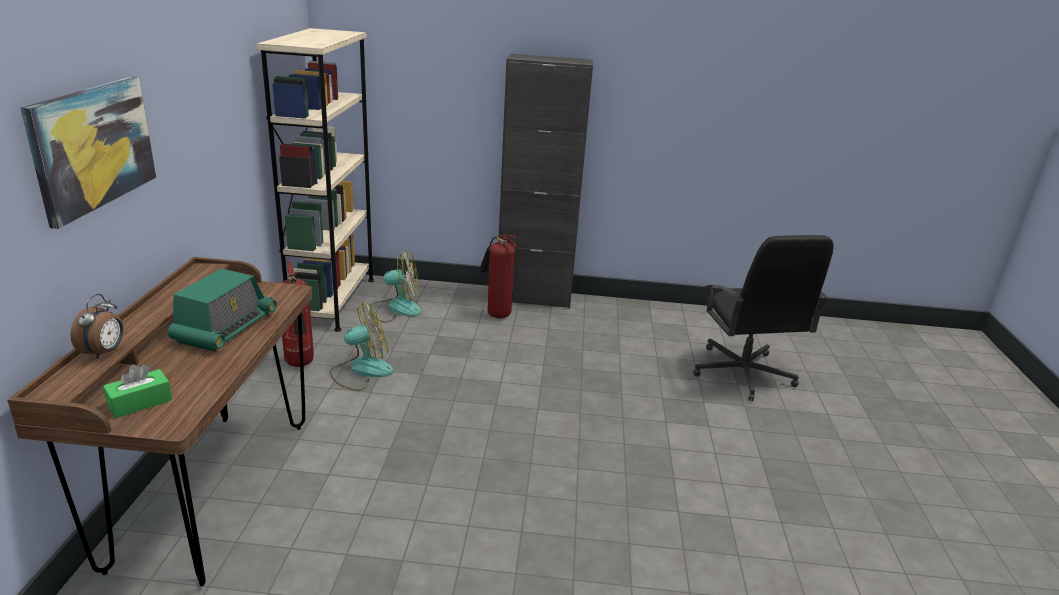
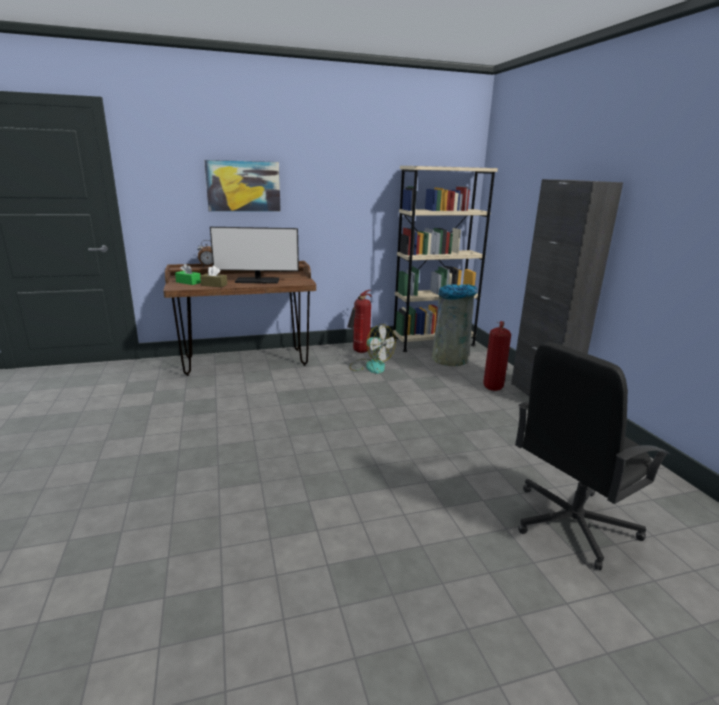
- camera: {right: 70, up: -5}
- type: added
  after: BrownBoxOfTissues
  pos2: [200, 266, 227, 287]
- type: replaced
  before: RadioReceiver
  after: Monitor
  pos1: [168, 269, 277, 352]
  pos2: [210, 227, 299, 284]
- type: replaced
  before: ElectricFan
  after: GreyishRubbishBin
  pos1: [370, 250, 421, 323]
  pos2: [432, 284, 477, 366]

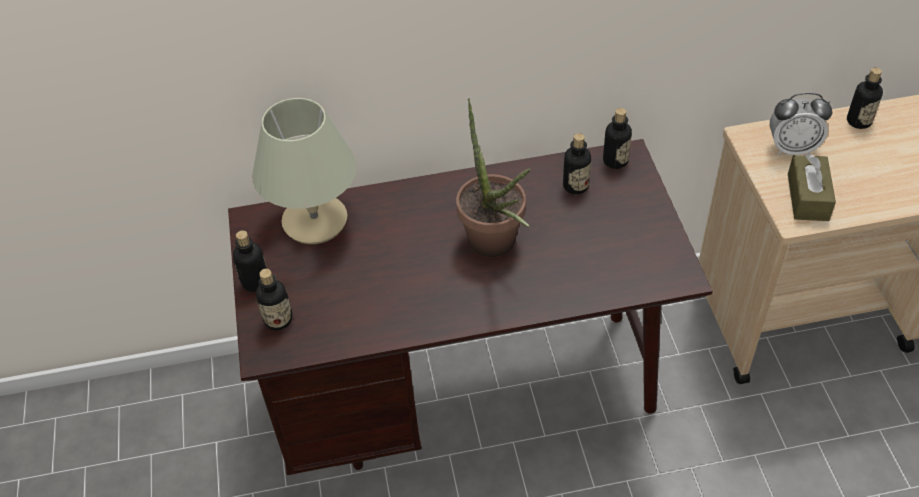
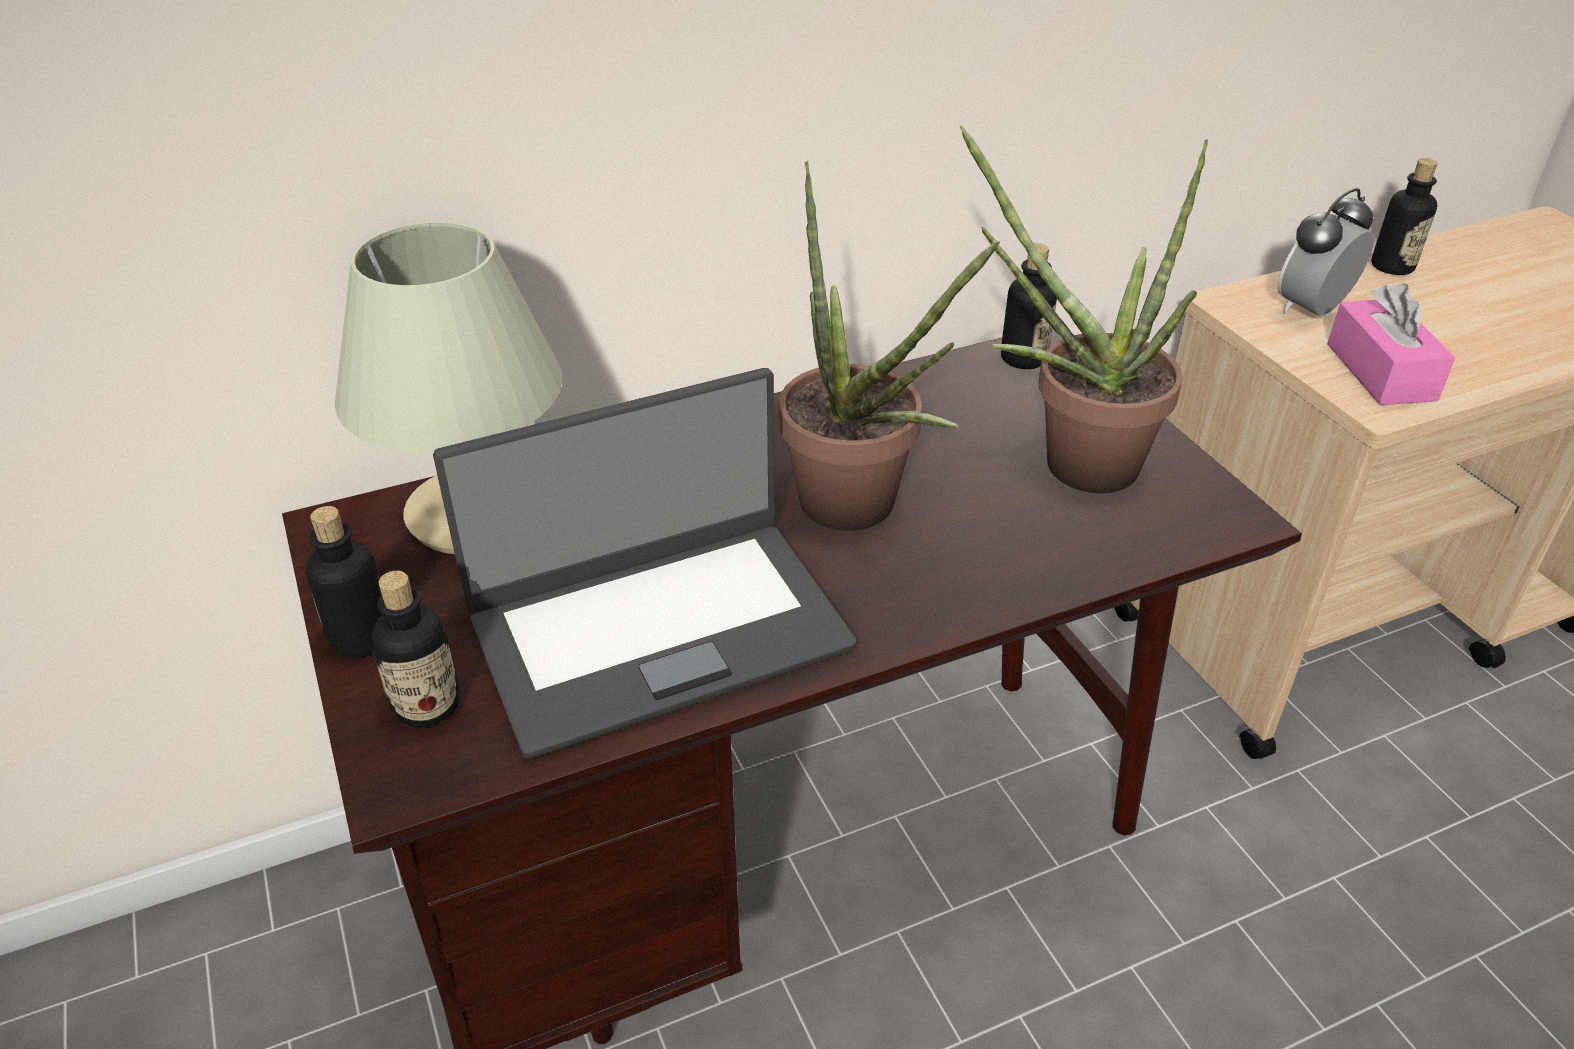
- camera: {right: -15, up: -10}
- type: added
  after: Laptop
  pos2: [433, 368, 856, 759]
- type: added
  after: PottedPlant
  pos2: [960, 125, 1208, 493]
- type: turned
  before: TableClock
  pos1: [770, 92, 832, 155]
  pos2: [1278, 188, 1374, 316]
  turn: 150
- type: recoloured
  before: BrownBoxOfTissues
  after: PinkBoxOfTissues
  pos1: [788, 154, 836, 221]
  pos2: [1327, 283, 1455, 405]
- type: removed
  before: Bottle
  pos1: [563, 133, 591, 194]

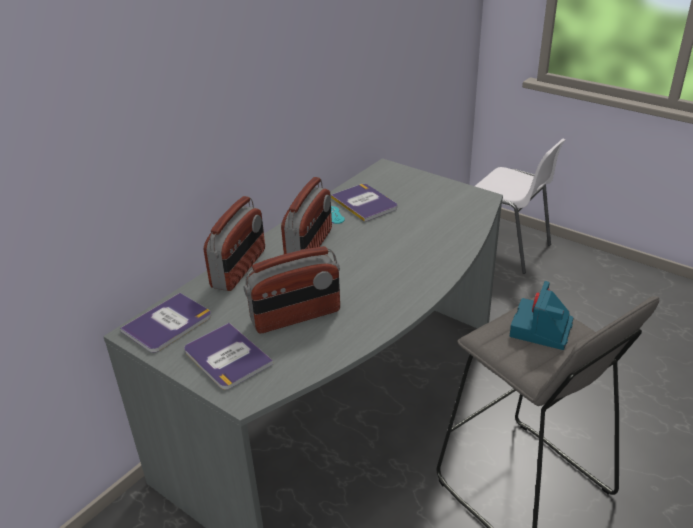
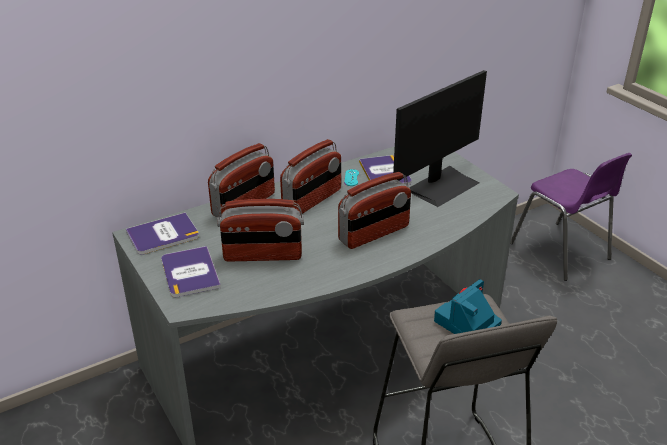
- camera: {right: 20, up: 0}
- type: added
  after: RadioReceiver
  pos2: [338, 172, 411, 249]
- type: added
  after: Monitor
  pos2: [393, 70, 487, 207]
- type: recoloured
  before: WhiteColouredPlainChair
  after: PurplishPlainChair
  pos1: [475, 139, 566, 274]
  pos2: [510, 153, 632, 281]

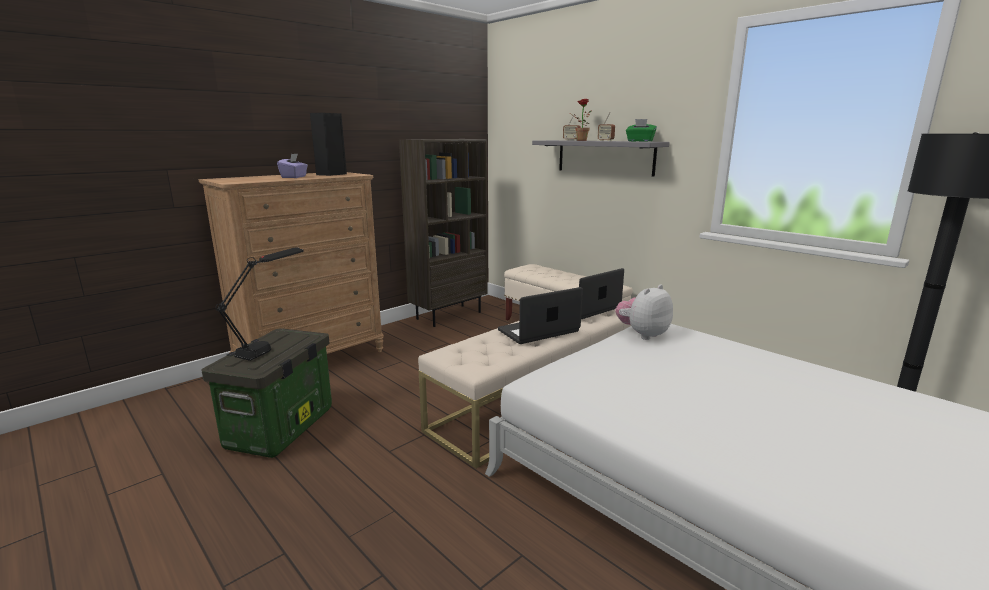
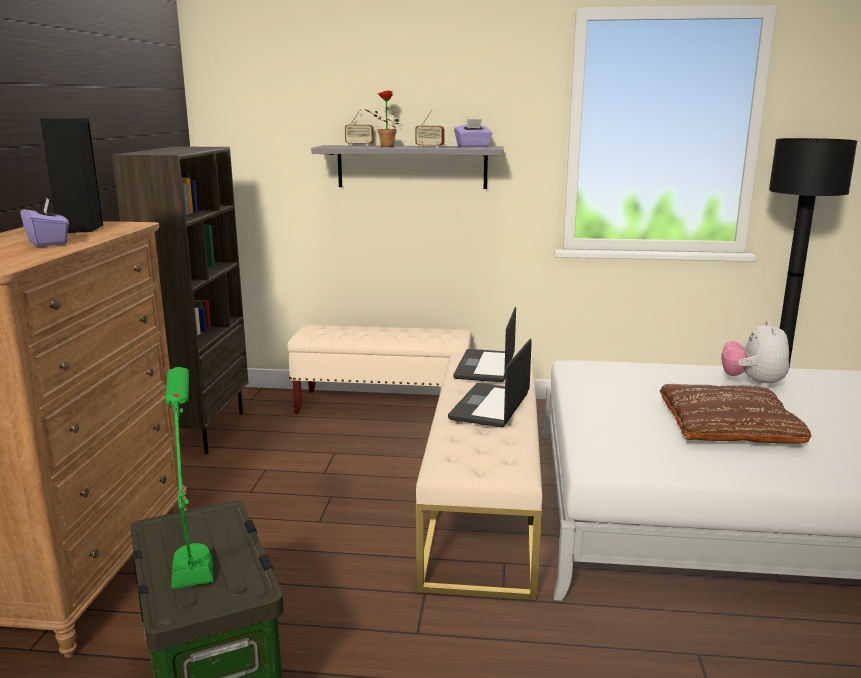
- camera: {right: -40, up: 0}
- type: recoloured
  before: BlackLampForATable
  after: GreenLampForATable
  pos1: [216, 247, 304, 361]
  pos2: [165, 367, 213, 589]
- type: recoloured
  before: GreenBoxOfTissues
  after: PurplishBoxOfTissues
  pos1: [626, 119, 657, 142]
  pos2: [454, 119, 492, 147]
- type: added
  after: BrownPillow
  pos2: [660, 384, 812, 444]
- type: moved
  before: CuddlyToy
  pos1: [616, 284, 673, 340]
  pos2: [721, 320, 789, 388]

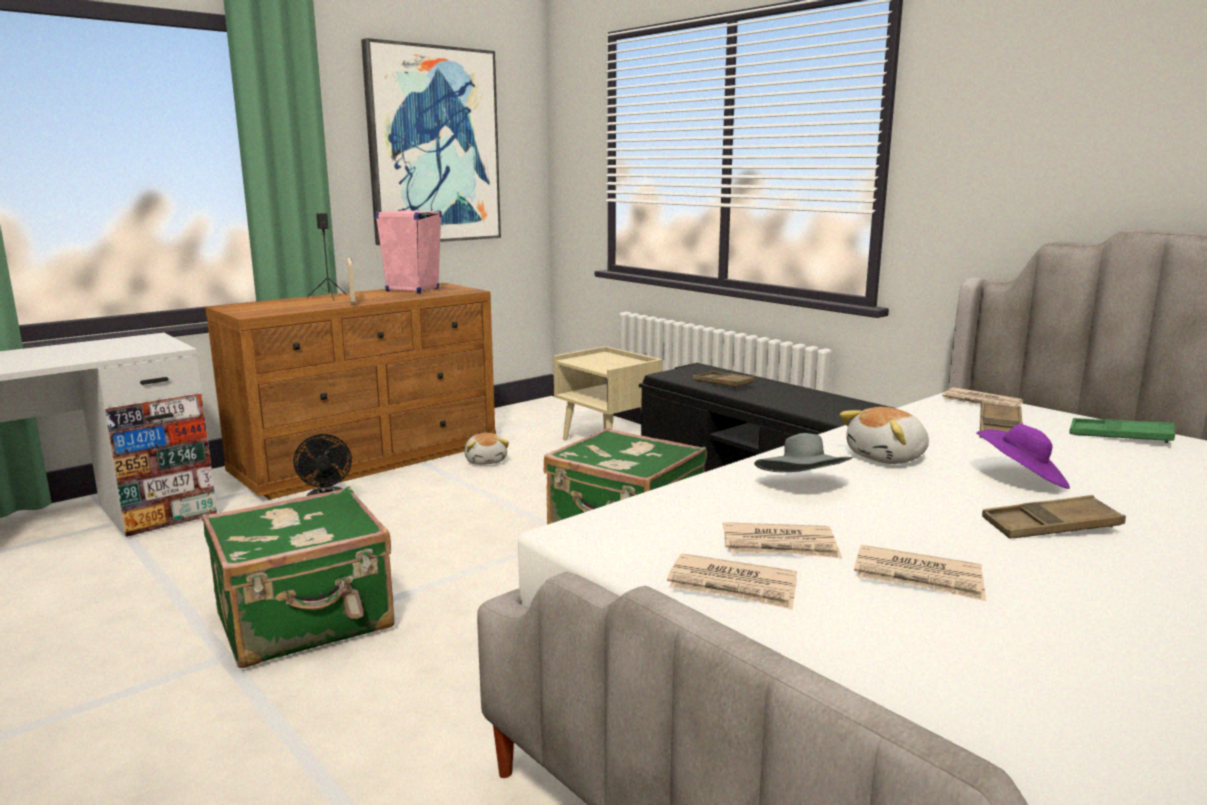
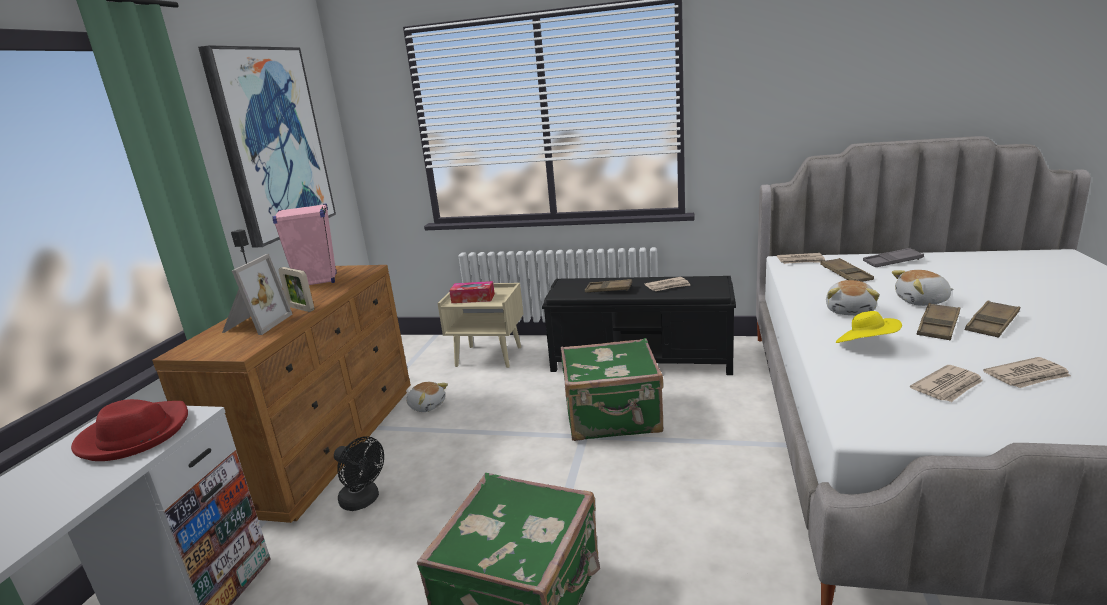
- camera: {right: -35, up: 5}
- type: added
  after: RedWearableHat
  pos2: [71, 399, 188, 461]
- type: added
  after: PhotoFrame
  pos2: [222, 254, 292, 335]
- type: added
  after: BoxOfTissues
  pos2: [449, 281, 495, 303]
- type: moved
  before: PrintedPaper
  pos1: [667, 553, 797, 610]
  pos2: [645, 277, 690, 291]
- type: recoloured
  before: GreyishWearableHat
  after: YellowishWearableHat
  pos1: [754, 433, 852, 472]
  pos2: [836, 311, 902, 343]
- type: recoloured
  before: GreenCarryingTray
  after: GreyishCarryingTray
  pos1: [1069, 418, 1175, 443]
  pos2: [863, 248, 924, 267]
- type: replaced
  before: PurplishWearableHat
  after: CuddlyToy
  pos1: [976, 424, 1070, 489]
  pos2: [892, 270, 953, 306]
- type: added
  after: BrownCarryingTray
  pos2: [916, 303, 960, 340]

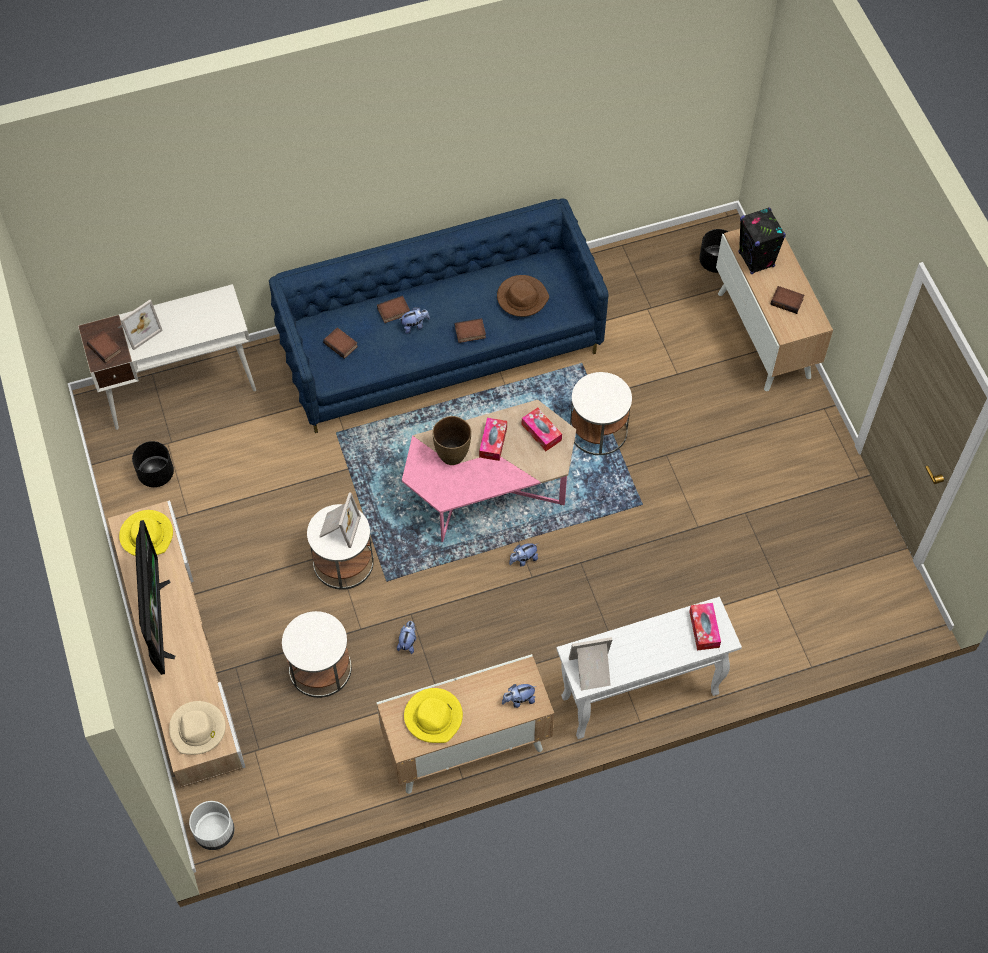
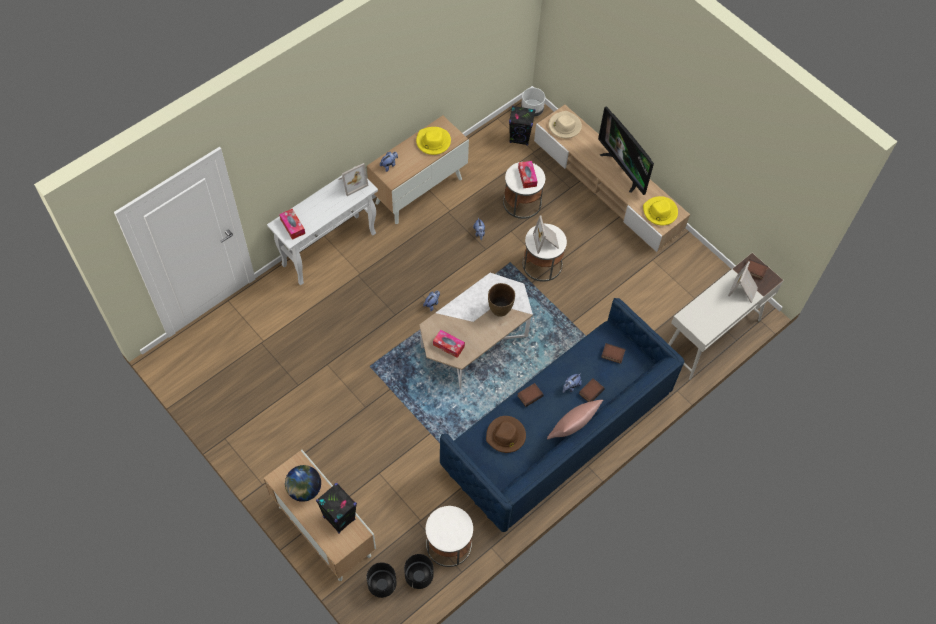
- camera: {right: 155, up: 0}
- type: replaced
  before: Book
  after: Globe
  pos1: [770, 286, 804, 314]
  pos2: [285, 465, 321, 502]
- type: moved
  before: BlackPlanter
  pos1: [132, 441, 174, 487]
  pos2: [404, 554, 434, 589]
- type: recoloured
  before: PinkLoungeTable
  after: WhiteColouredLoungeTable
  pos1: [402, 400, 576, 542]
  pos2: [419, 273, 533, 389]
- type: moved
  before: WhiteColouredEndTable
  pos1: [570, 372, 632, 455]
  pos2: [426, 506, 473, 567]
- type: added
  after: BlackAudioSpeaker
  pos2: [509, 106, 536, 146]
- type: moved
  before: BoxOfTissues
  pos1: [479, 418, 507, 461]
  pos2: [518, 161, 538, 188]
- type: added
  after: PinkPillow
  pos2: [547, 400, 603, 439]

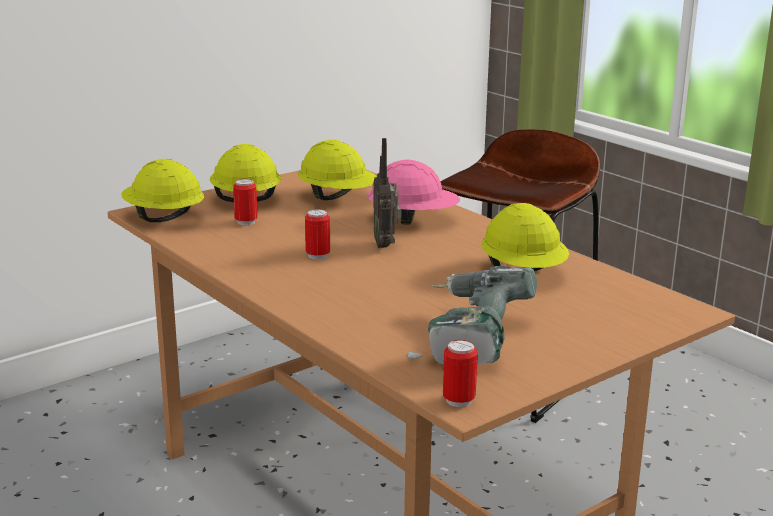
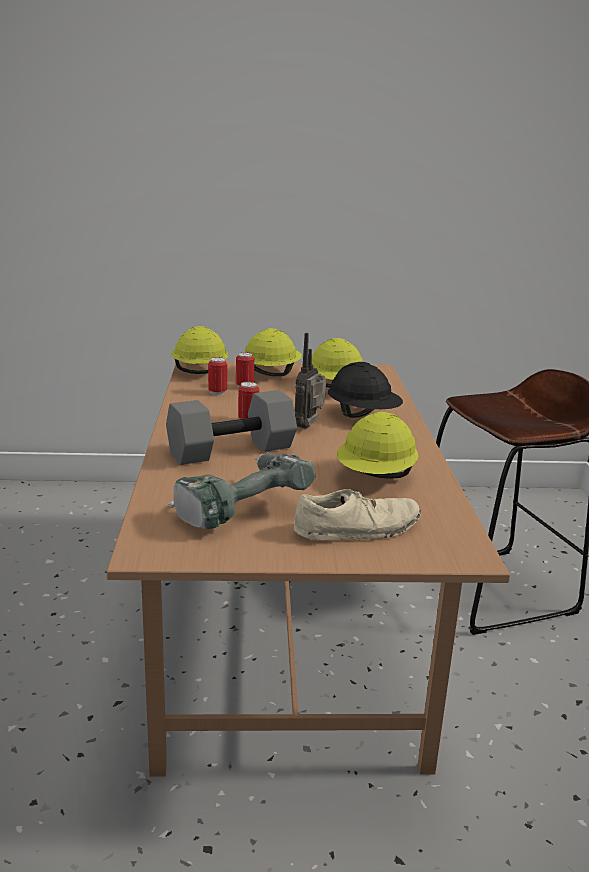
- camera: {right: 35, up: 0}
- type: added
  after: GreyishFreeWeight
  pos2: [166, 390, 297, 465]
- type: moved
  before: Can
  pos1: [443, 340, 478, 407]
  pos2: [208, 357, 227, 395]
- type: added
  after: BeigeColouredShoe
  pos2: [294, 489, 421, 540]
- type: recoloured
  before: PinkHardHat
  after: BlackHardHat
  pos1: [368, 160, 460, 225]
  pos2: [328, 362, 403, 418]

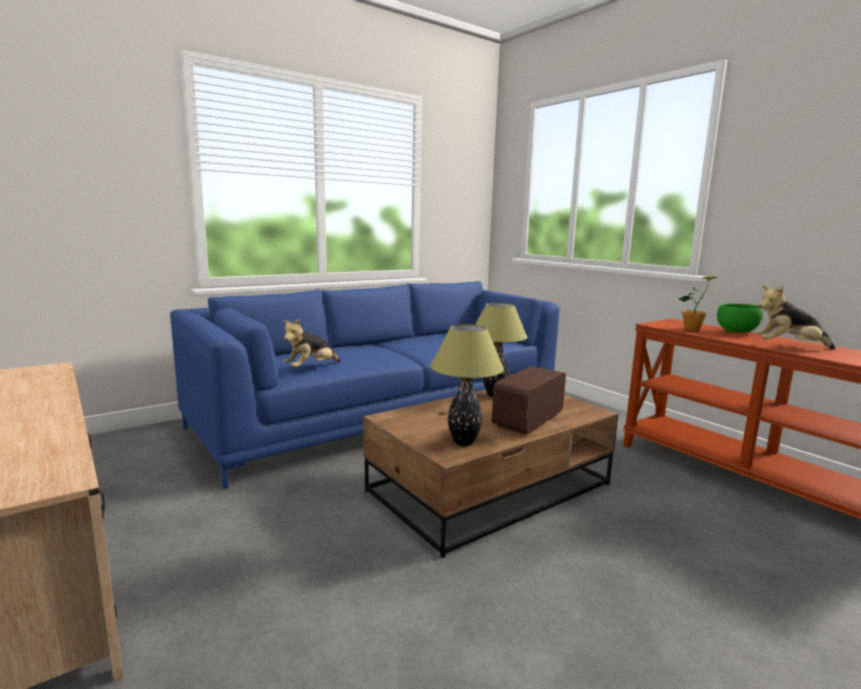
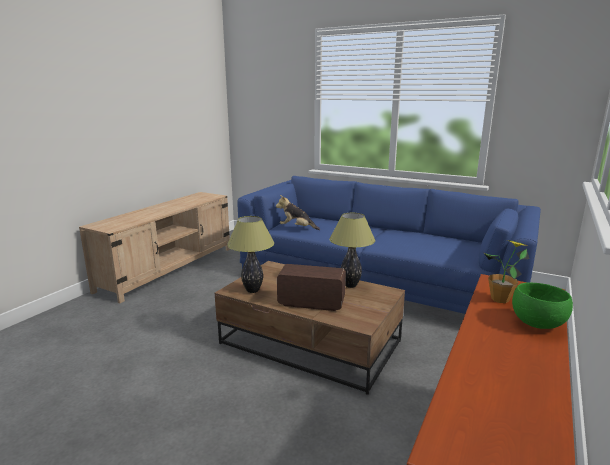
- camera: {right: 65, up: 5}
- type: removed
  before: CuddlyToy
  pos1: [756, 285, 835, 349]

